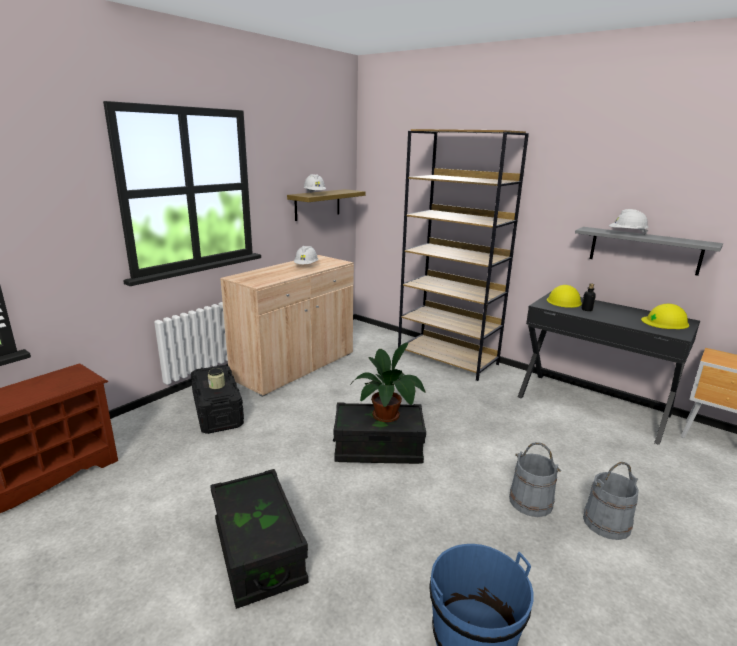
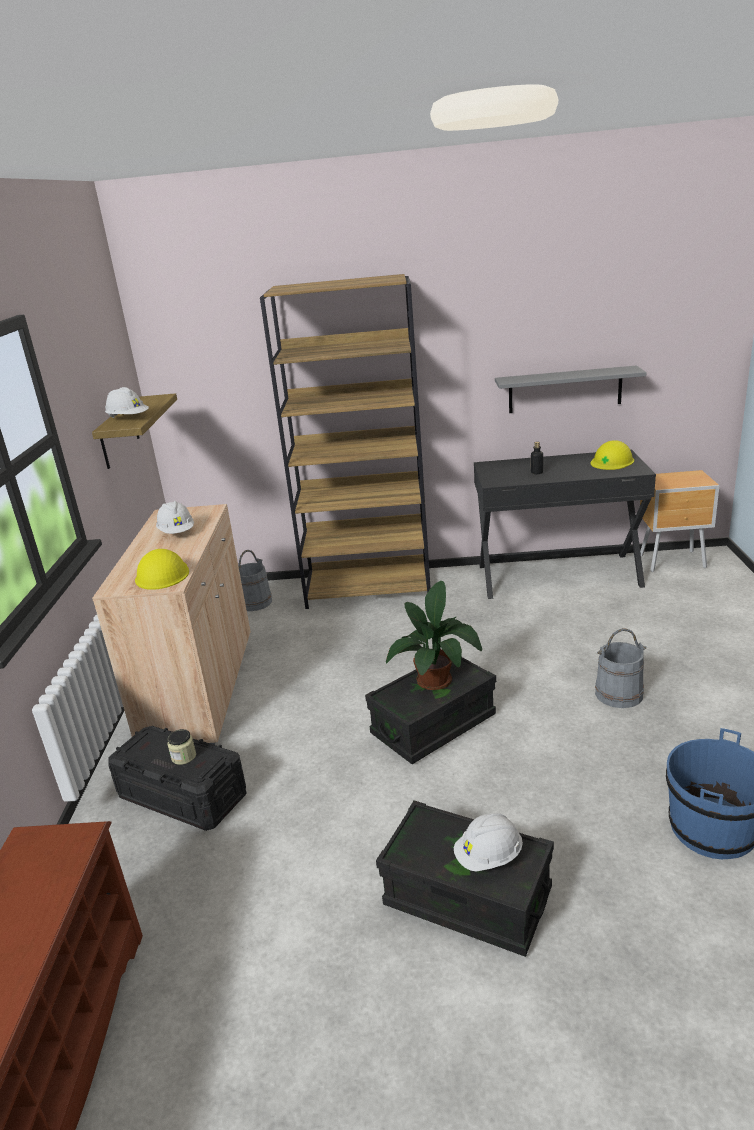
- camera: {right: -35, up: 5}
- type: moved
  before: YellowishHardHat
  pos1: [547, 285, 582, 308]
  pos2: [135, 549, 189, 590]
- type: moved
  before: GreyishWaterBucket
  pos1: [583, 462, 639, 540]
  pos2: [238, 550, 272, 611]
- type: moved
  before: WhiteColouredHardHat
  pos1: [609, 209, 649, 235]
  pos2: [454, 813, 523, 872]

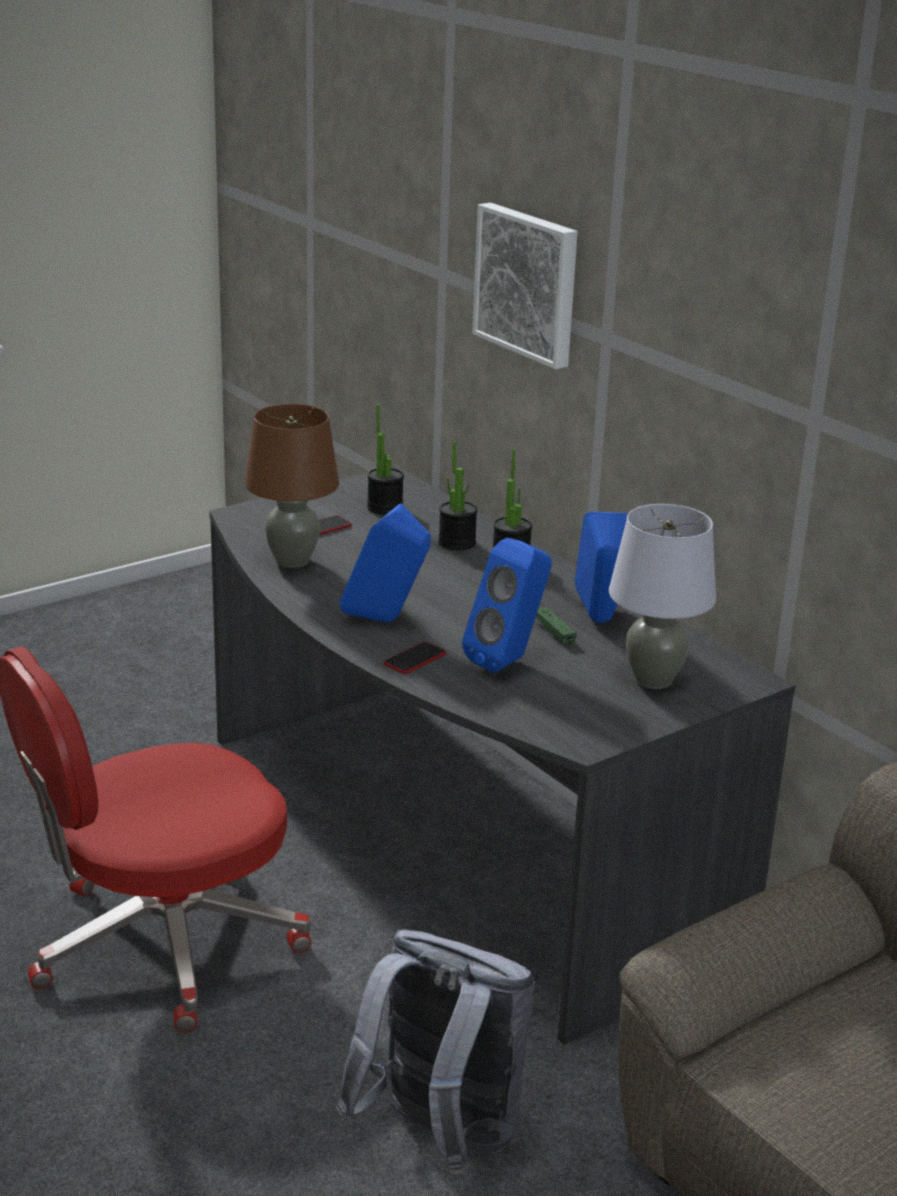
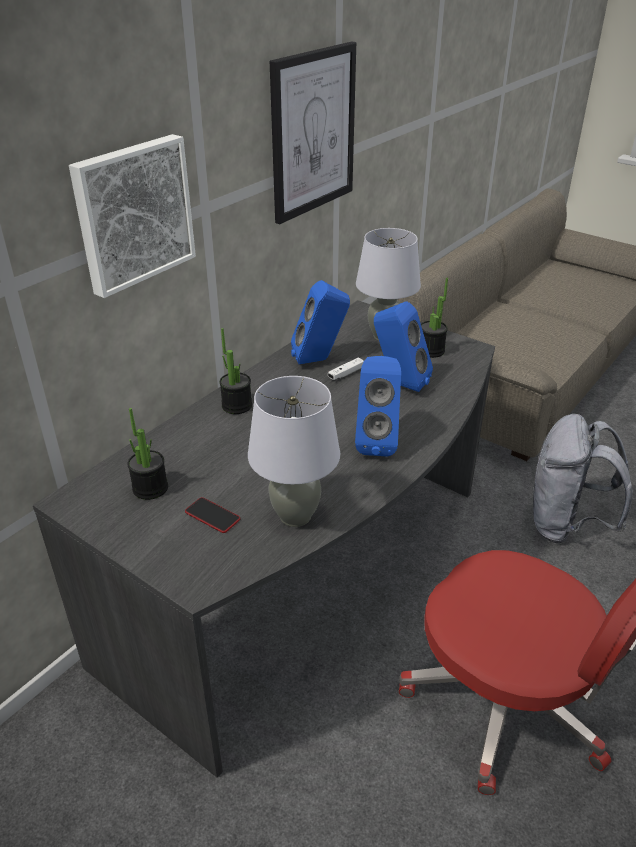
- camera: {right: -105, up: 10}
- type: recoloured
  before: BrownLampForATable
  after: GreyishLampForATable
  pos1: [245, 404, 339, 568]
  pos2: [248, 376, 340, 527]
- type: added
  after: Picture
  pos2: [270, 41, 356, 224]
- type: recoloured
  before: GreenJoypad
  after: WhiteColouredJoypad
  pos1: [536, 607, 577, 645]
  pos2: [328, 358, 364, 380]
- type: moved
  before: PottedPlant
  pos1: [438, 441, 478, 550]
  pos2: [421, 278, 448, 358]
- type: removed
  before: Handset
  pos1: [383, 642, 447, 674]

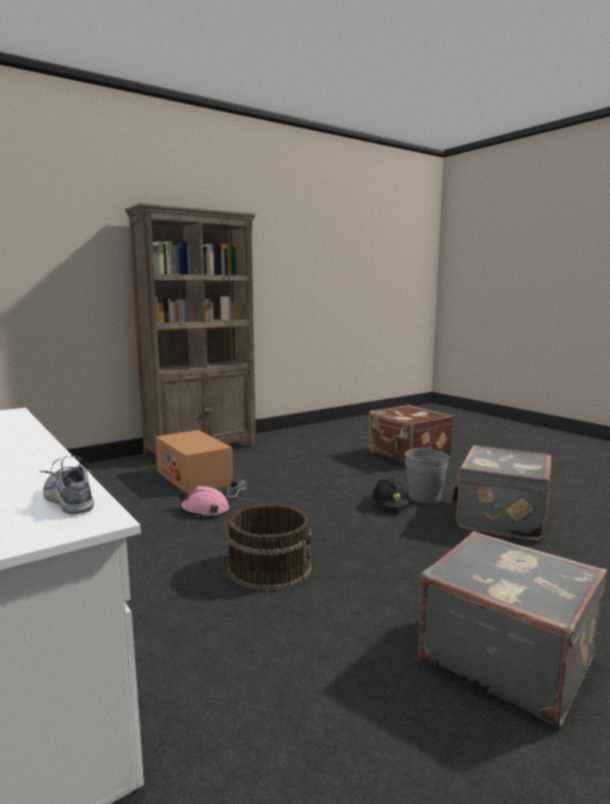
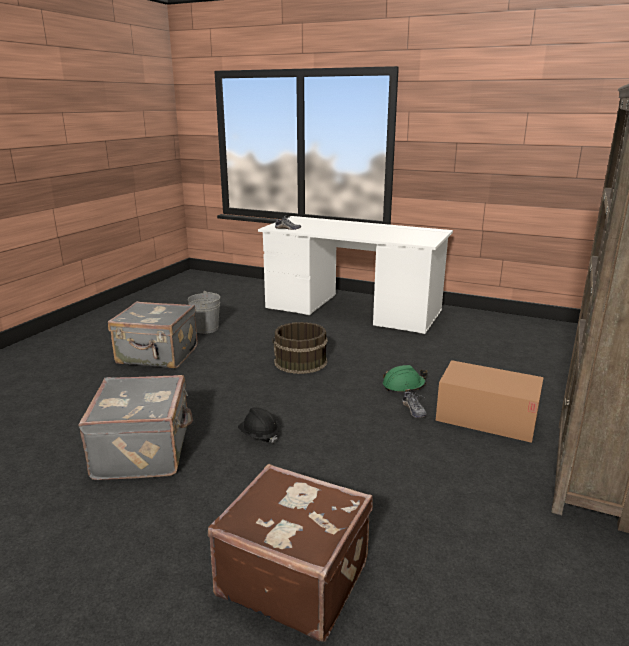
- camera: {right: 150, up: 10}
- type: moved
  before: GreyishWaterBucket
  pos1: [405, 446, 449, 503]
  pos2: [188, 291, 220, 334]
- type: recoloured
  before: PinkHardHat
  after: GreenHardHat
  pos1: [179, 486, 229, 517]
  pos2: [383, 365, 427, 392]

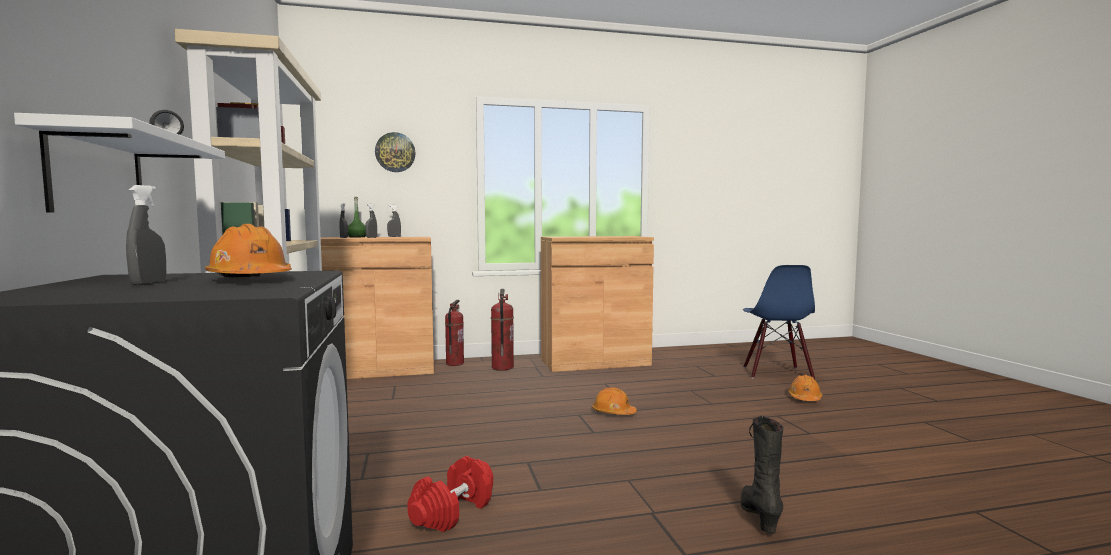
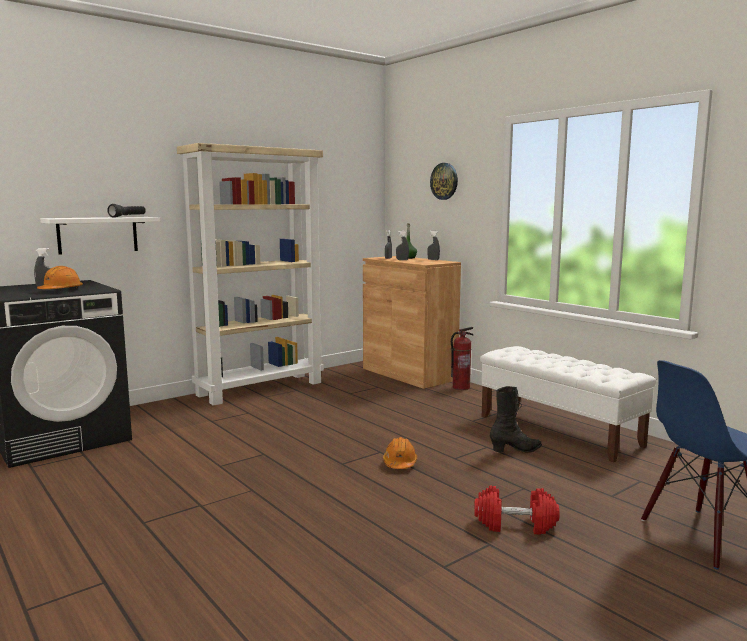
- camera: {right: 65, up: 5}
- type: moved
  before: RedFreeWeight
  pos1: [407, 456, 493, 532]
  pos2: [474, 485, 559, 535]
- type: replaced
  before: BrownCabinet
  after: WhiteColouredIndoorBench
  pos1: [541, 236, 654, 372]
  pos2: [480, 346, 656, 463]
- type: moved
  before: BlackBoot
  pos1: [741, 415, 784, 534]
  pos2: [490, 386, 542, 453]
- type: removed
  before: Extinguisher
  pos1: [491, 289, 514, 371]
- type: removed
  before: OrangeColouredHardHat
  pos1: [788, 375, 822, 401]

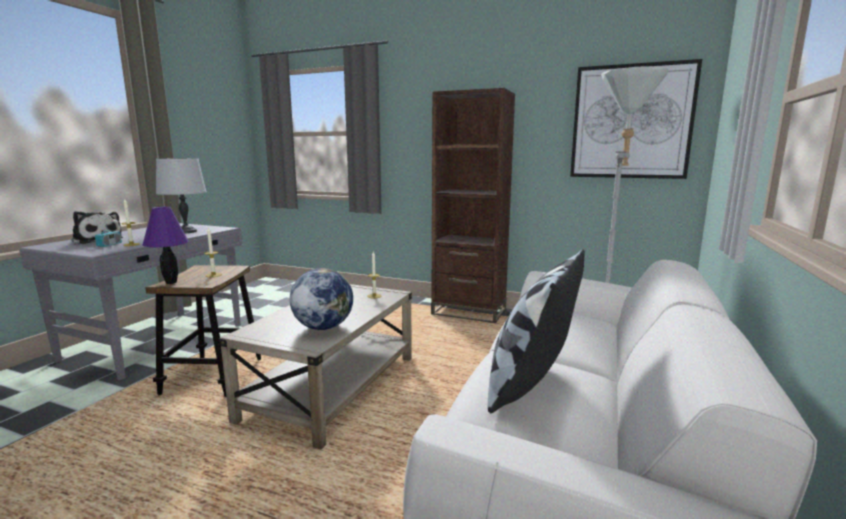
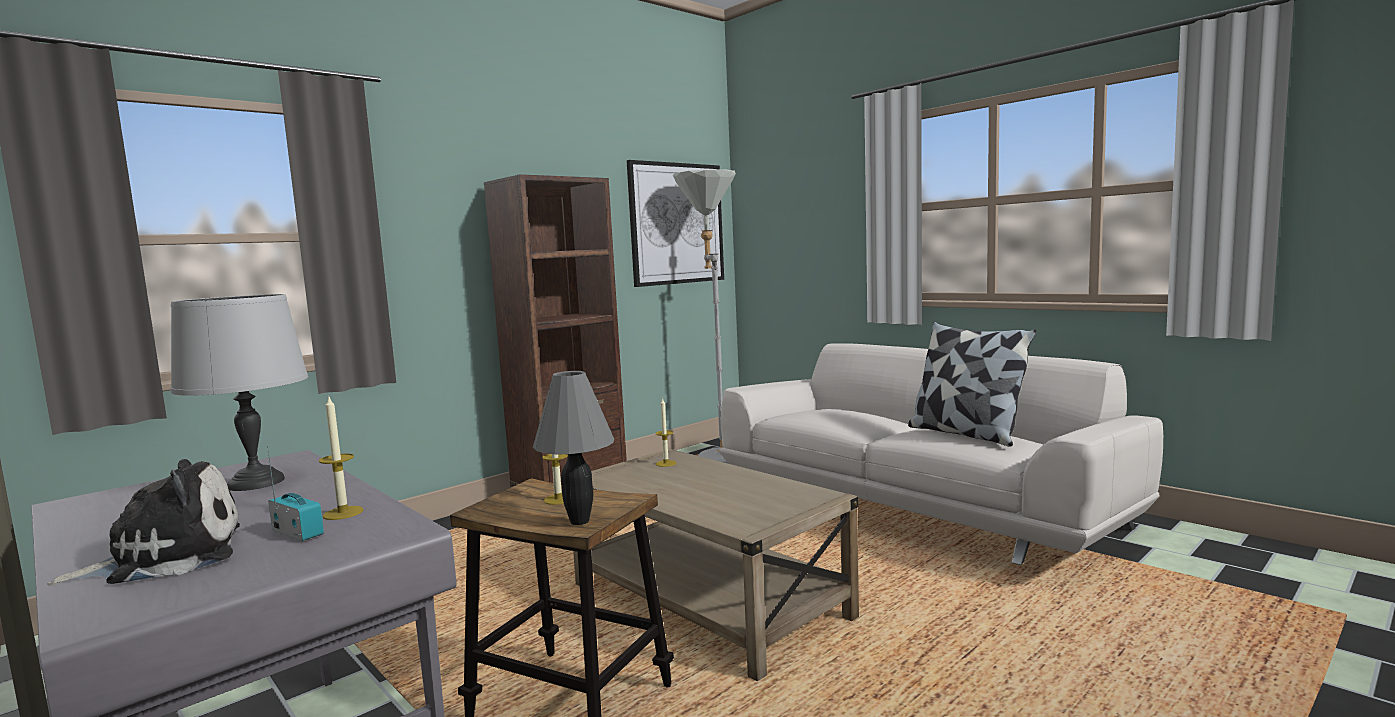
- camera: {right: -65, up: -5}
- type: recoloured
  before: PurplishLampForATable
  after: GreyishLampForATable
  pos1: [143, 207, 189, 284]
  pos2: [533, 371, 614, 525]
- type: removed
  before: Globe
  pos1: [290, 268, 353, 330]

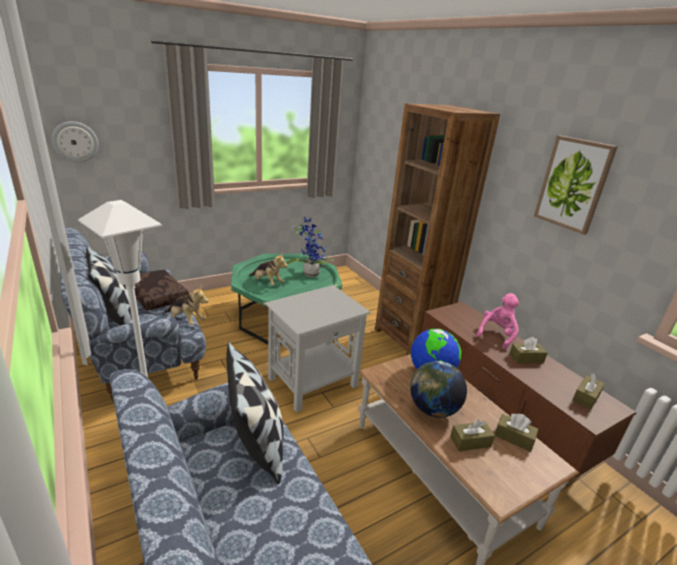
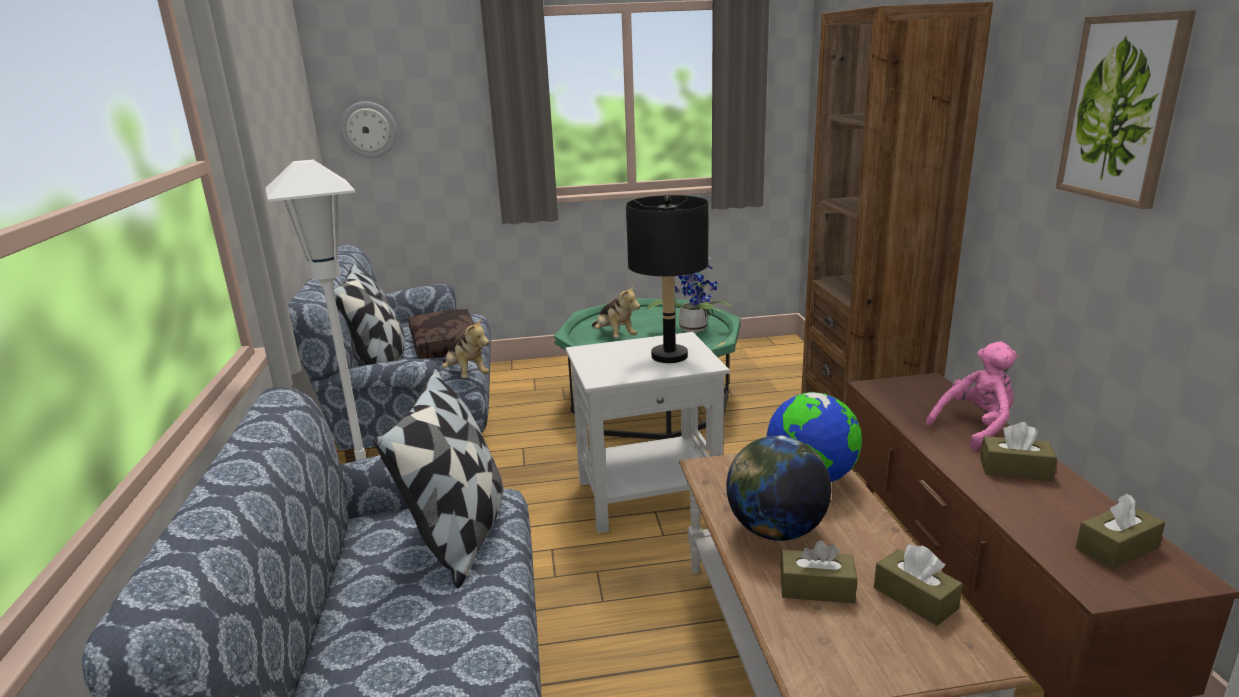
- camera: {right: 25, up: -5}
- type: added
  after: BlackLampForATable
  pos2: [626, 195, 708, 363]

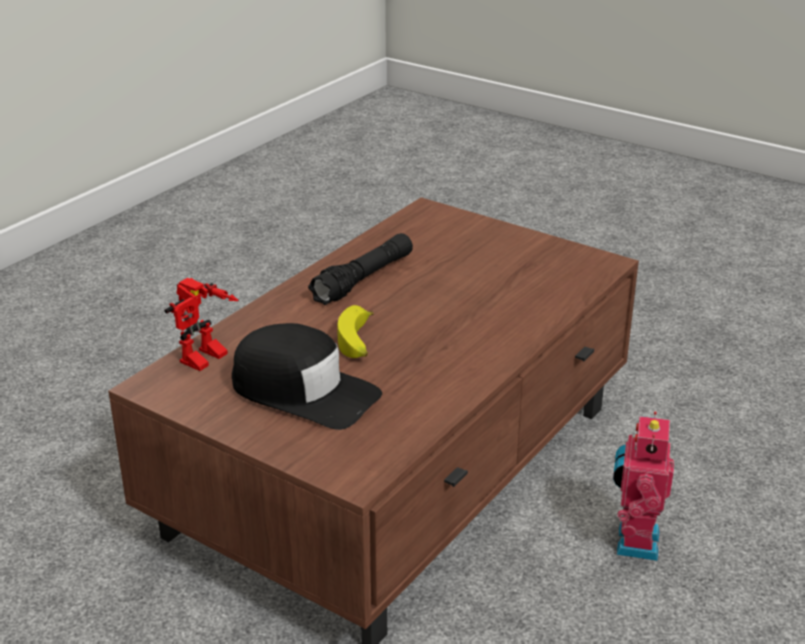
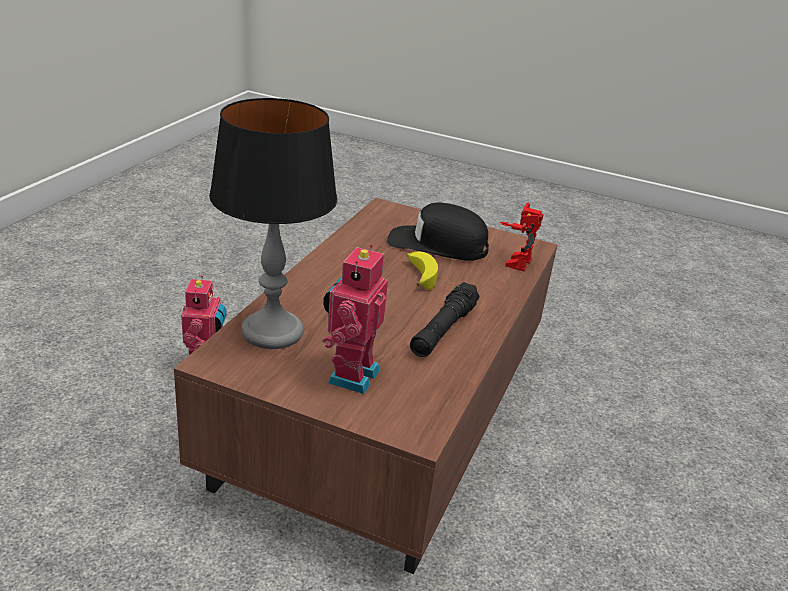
- camera: {right: 165, up: 0}
- type: added
  after: LampForATable
  pos2: [209, 98, 337, 349]
- type: added
  after: ToyRobot
  pos2: [322, 244, 388, 394]

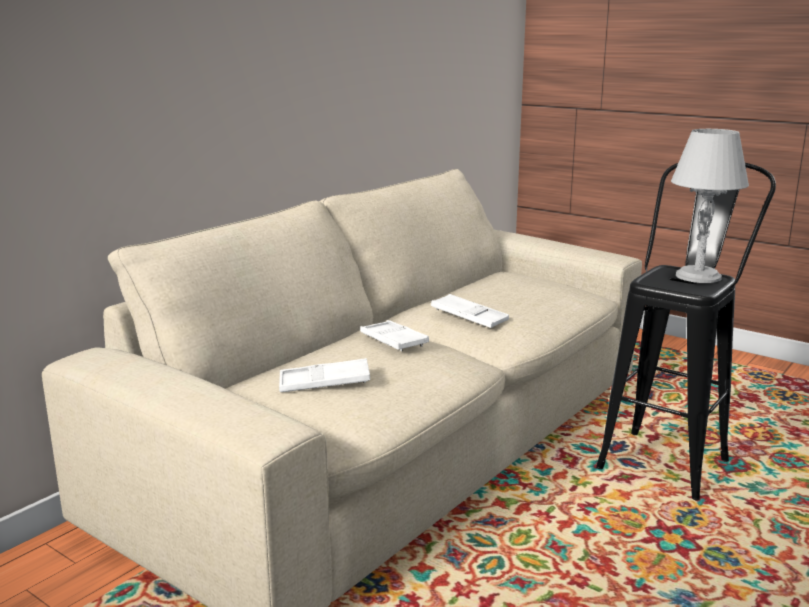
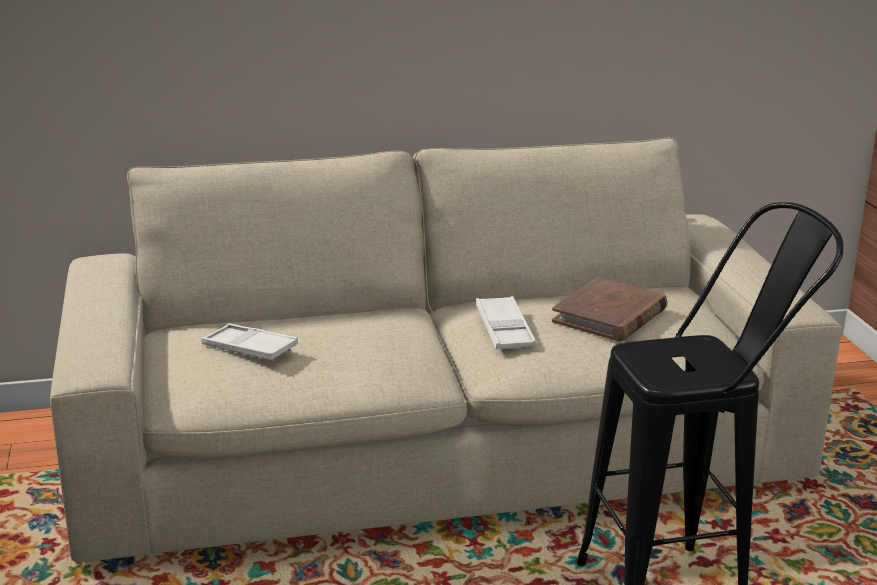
- camera: {right: 40, up: 5}
- type: added
  after: BrownBook
  pos2: [552, 277, 668, 341]
- type: removed
  before: WhiteColouredCarryingTray
  pos1: [360, 320, 429, 351]
- type: removed
  before: GreyishLampForATable
  pos1: [671, 129, 749, 283]

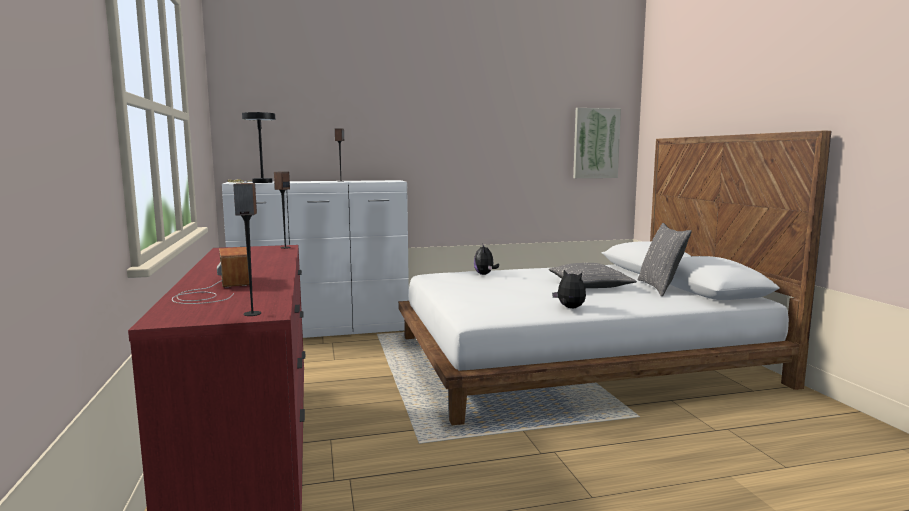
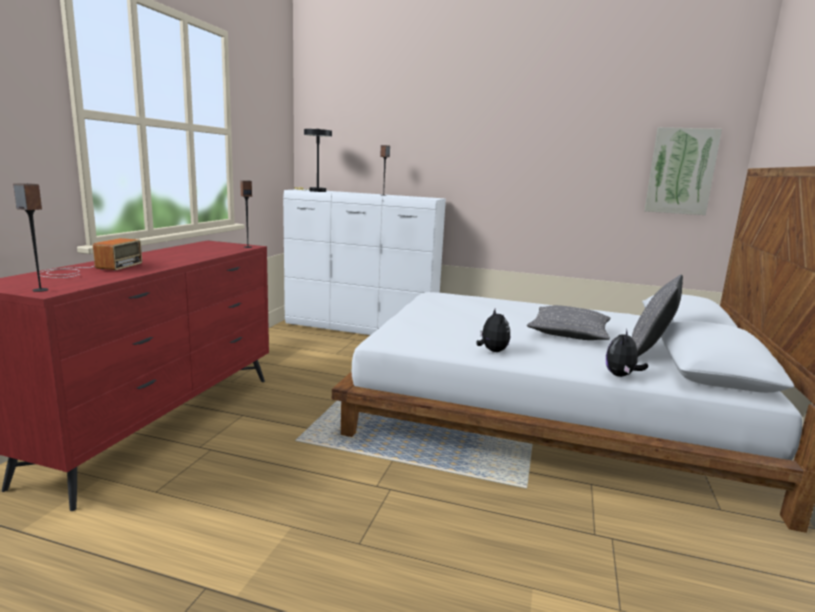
- camera: {right: 30, up: 5}
- type: moved
  before: CuddlyToy
  pos1: [474, 243, 499, 275]
  pos2: [606, 328, 648, 377]

